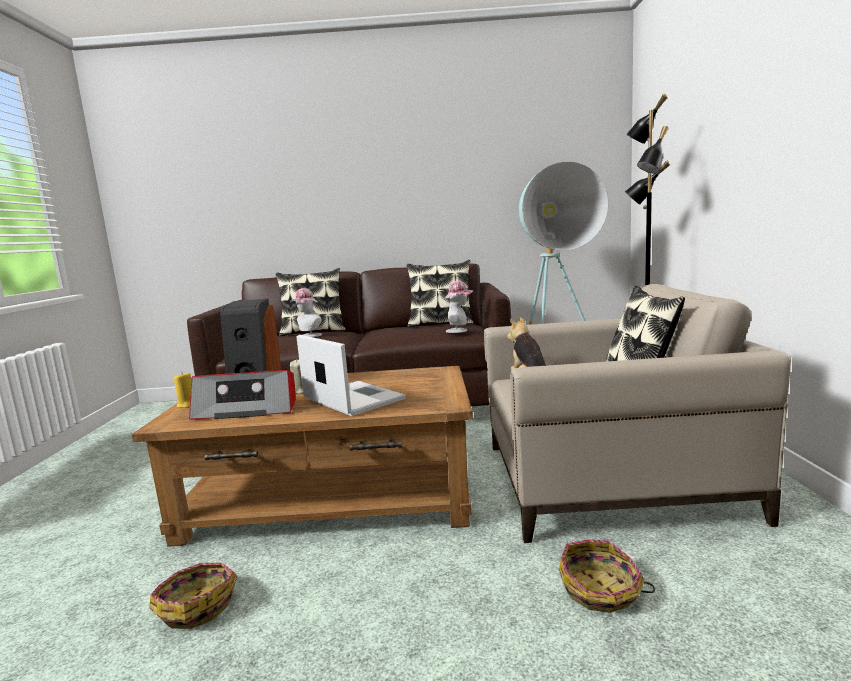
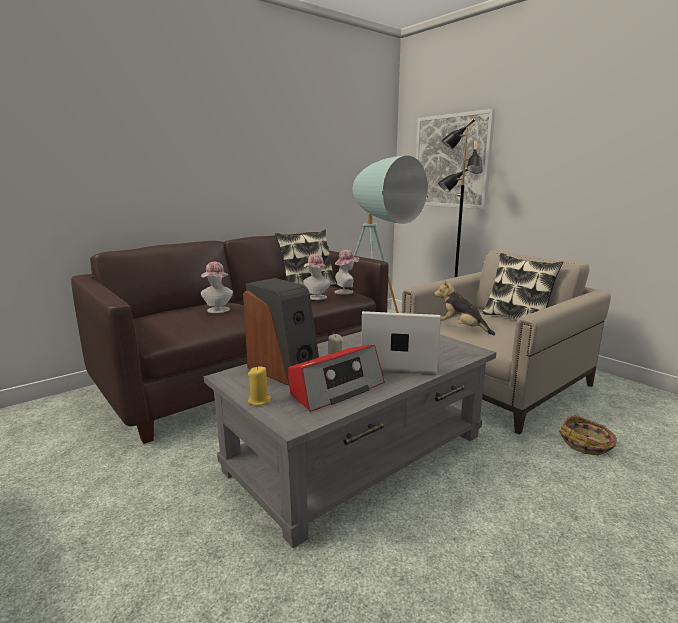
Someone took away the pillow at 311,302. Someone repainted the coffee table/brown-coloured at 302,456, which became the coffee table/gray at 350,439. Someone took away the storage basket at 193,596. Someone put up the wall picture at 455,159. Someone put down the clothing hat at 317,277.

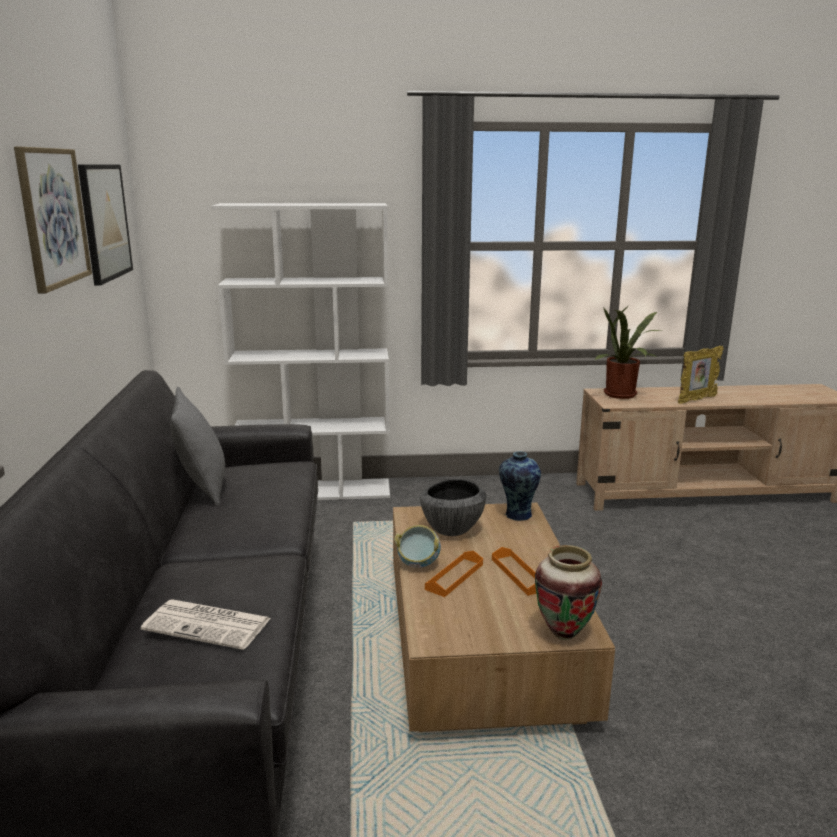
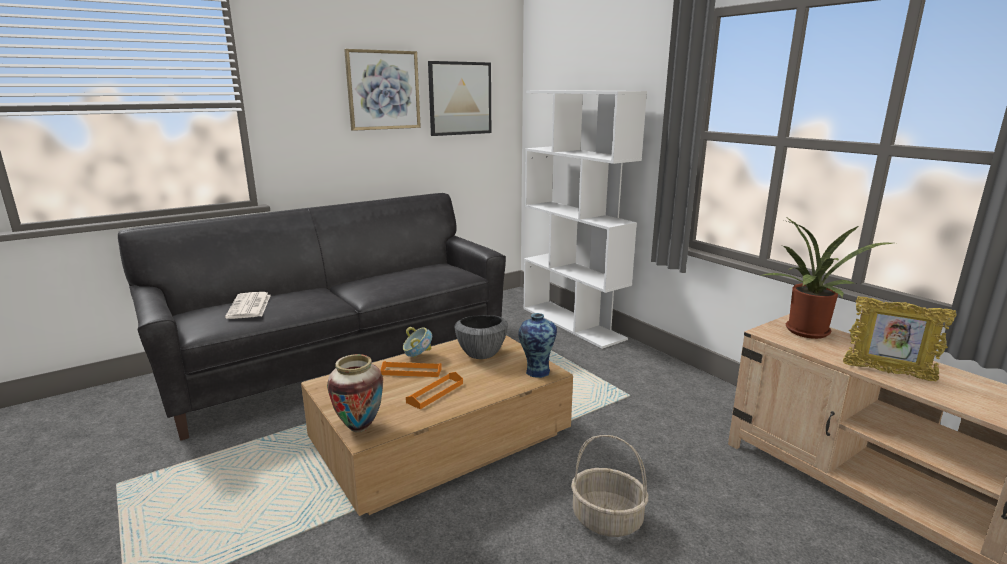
Someone took away the pillow/gray at 197,447. Someone put down the storage basket at 609,486.

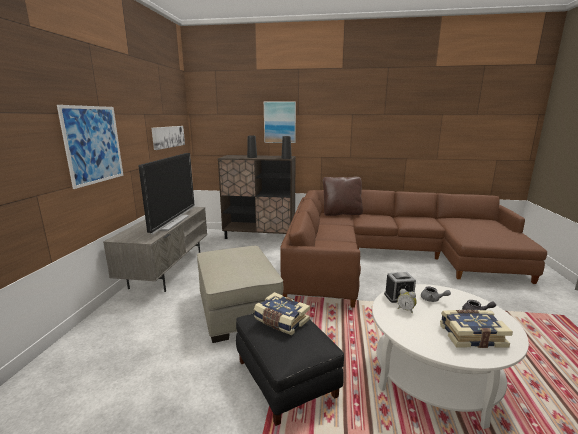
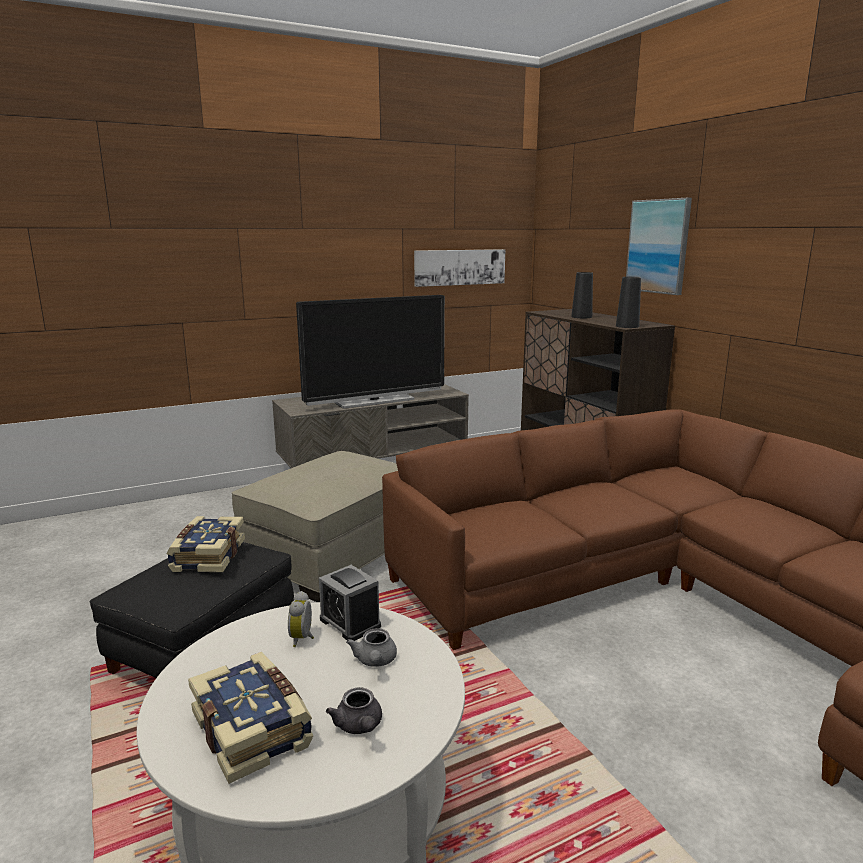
Someone took away the wall picture at 90,147. Someone took away the pillow/brown-coloured at 343,196.

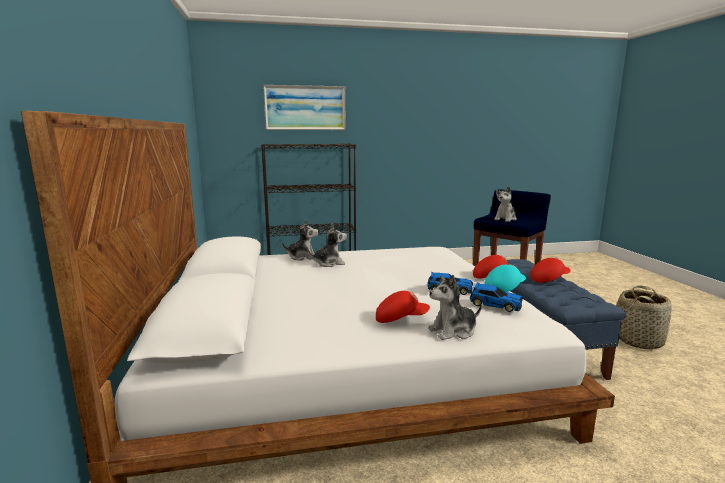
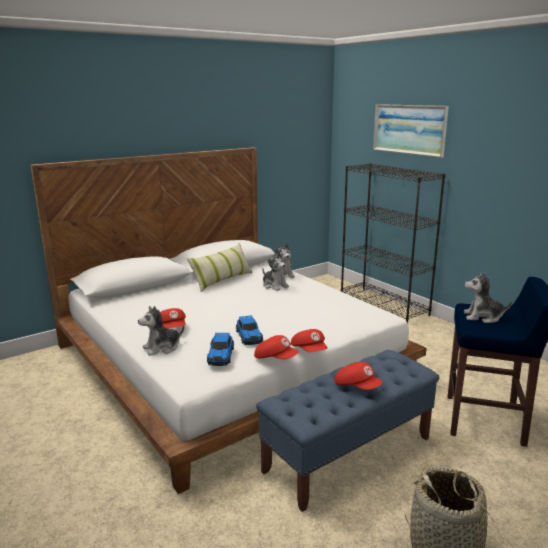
Someone repainted the baseball cap/blue-green at 505,278, which became the baseball cap/red-coloured at 276,347. Someone rotated the plush toy at 455,307 by 75 degrees counterclockwise. Someone put down the pillow at 219,267.

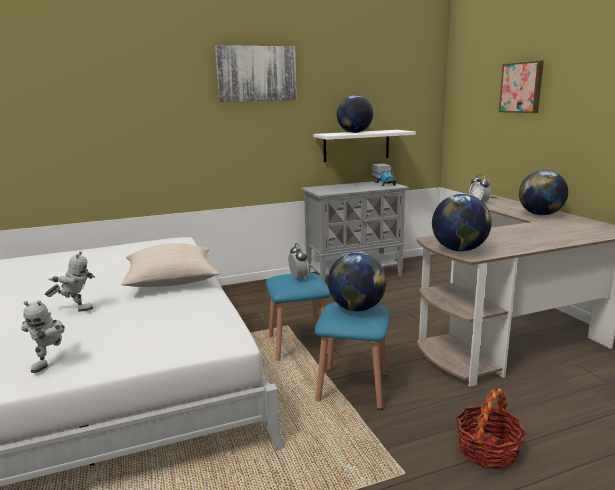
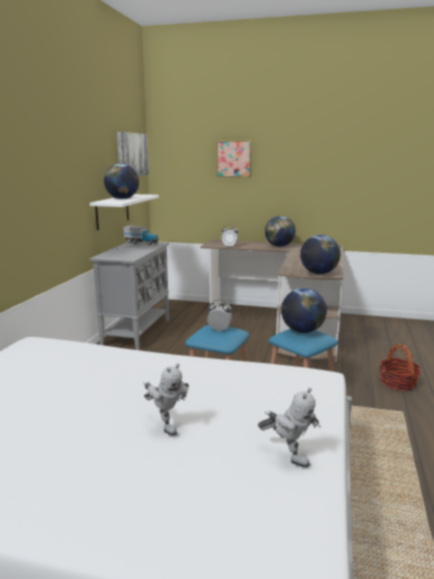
Someone carried the wall picture from 256,73 to 133,154. Someone took away the pillow/beige-coloured at 170,265. Someone rotated the model robot at 70,281 by 105 degrees clockwise.

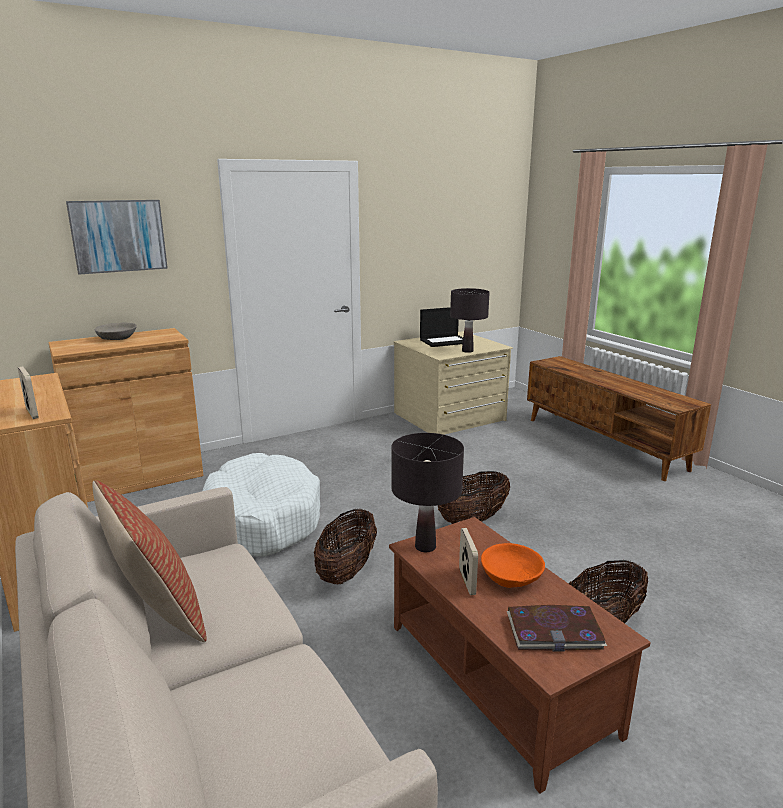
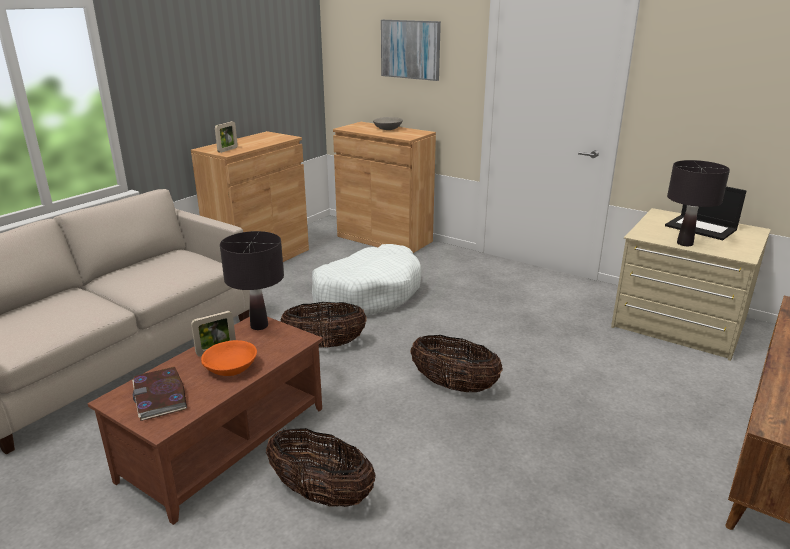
Someone took away the pillow at 149,561.

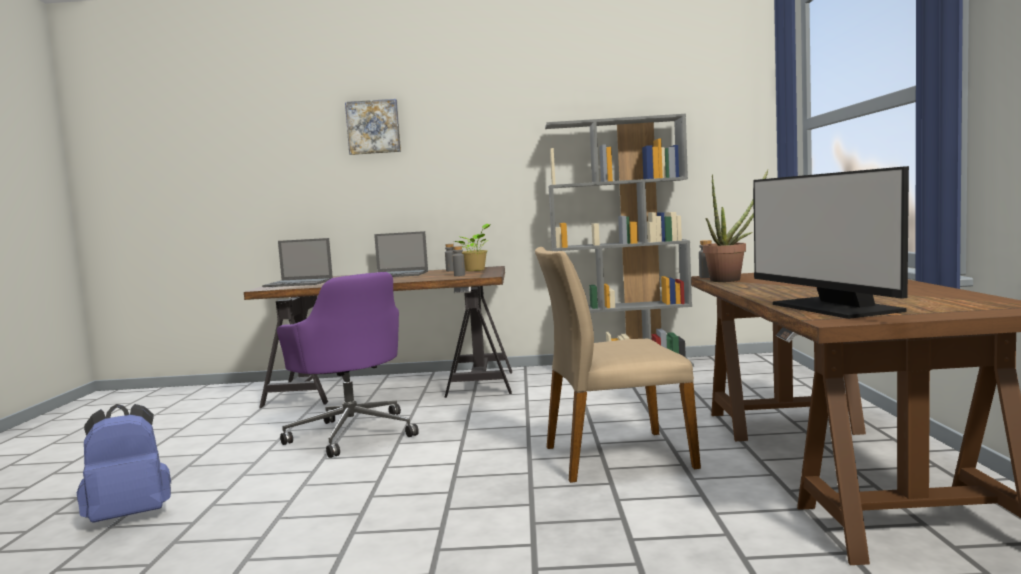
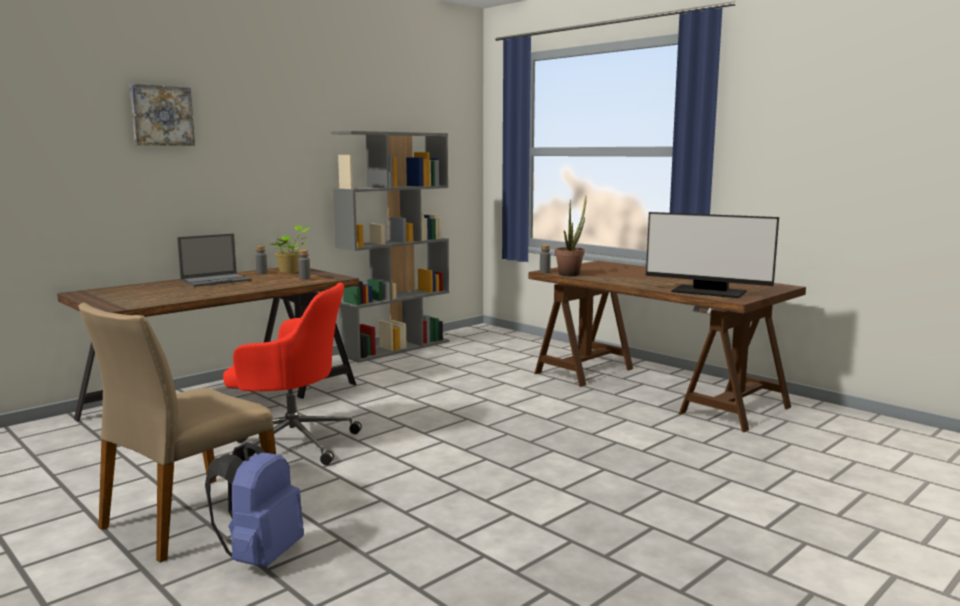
Someone took away the laptop at 297,262. Someone carried the chair/beige-coloured from 618,365 to 177,433. Someone repainted the desk chair/purple at 348,365, which became the desk chair/red-coloured at 292,373.

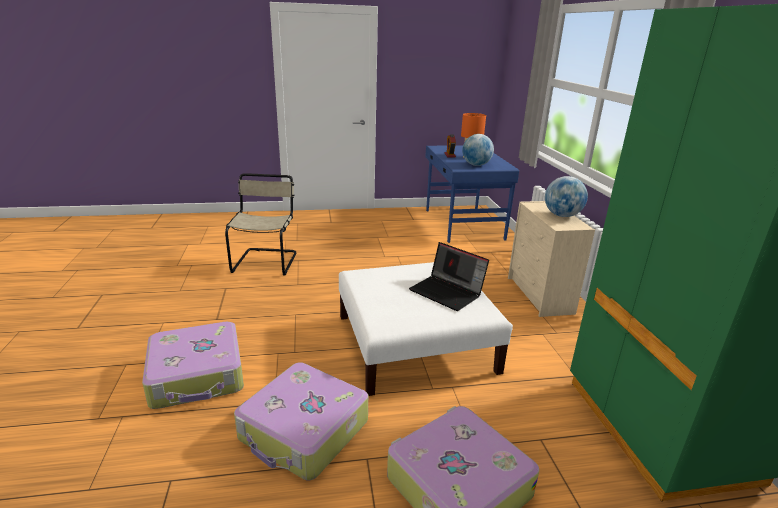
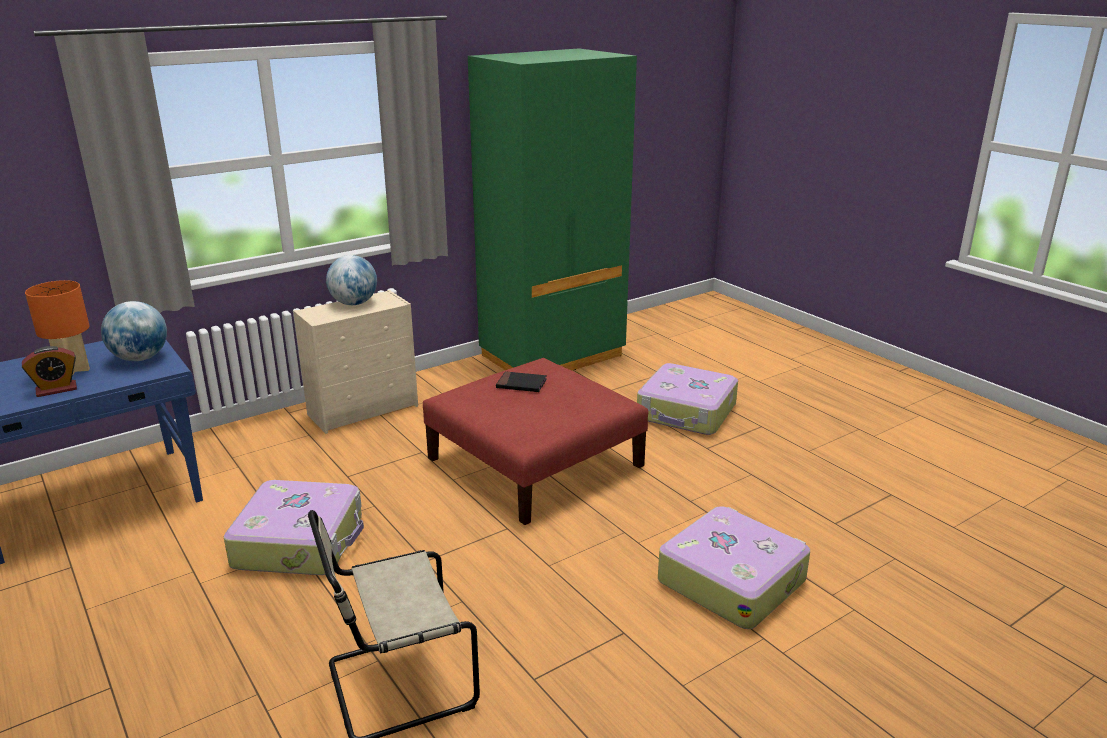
Someone swapped the laptop at 449,276 for the bound book/black at 521,381. Someone repainted the ottoman/white-coloured at 426,329, which became the ottoman/red-coloured at 536,441. Someone carried the piece of luggage from 301,421 to 294,527.

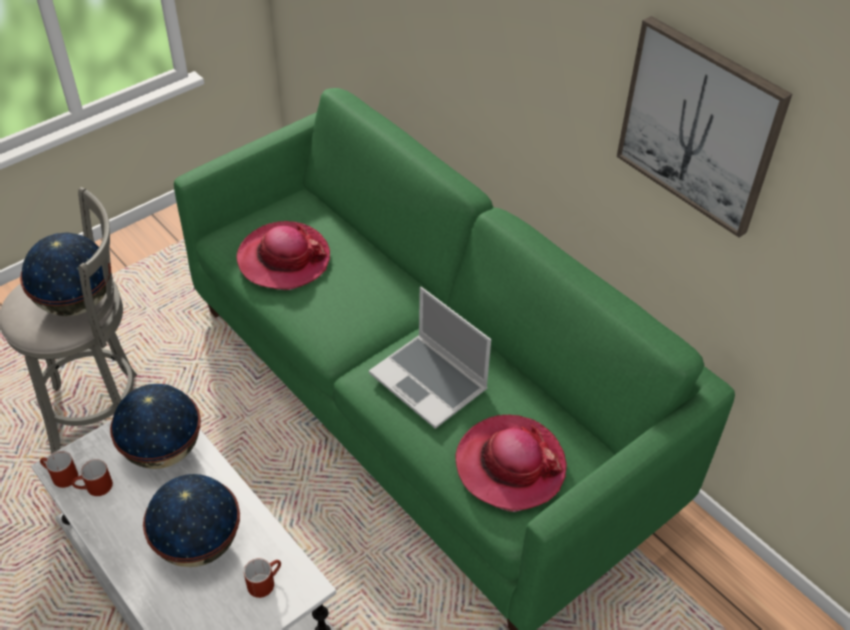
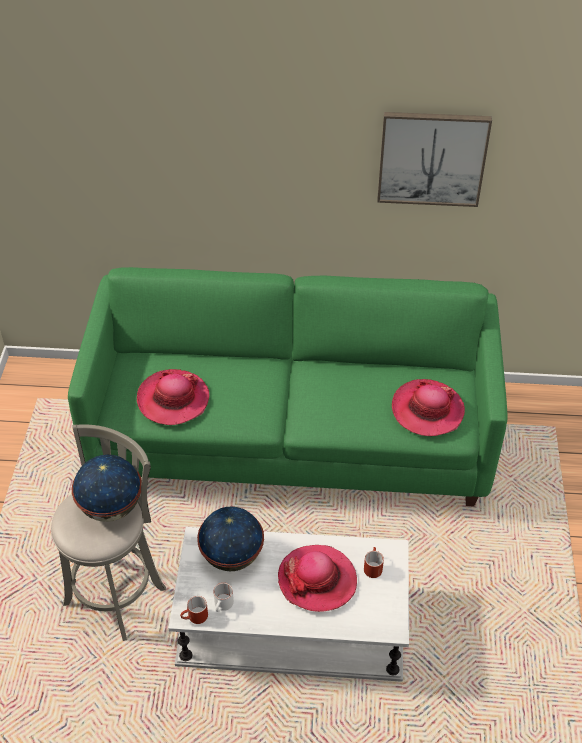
Someone took away the laptop at 430,358. Someone repainted the tea mug/red-coloured at 92,477, which became the tea mug/white-coloured at 223,597. Someone swapped the globe at 191,520 for the clothing hat at 317,578.

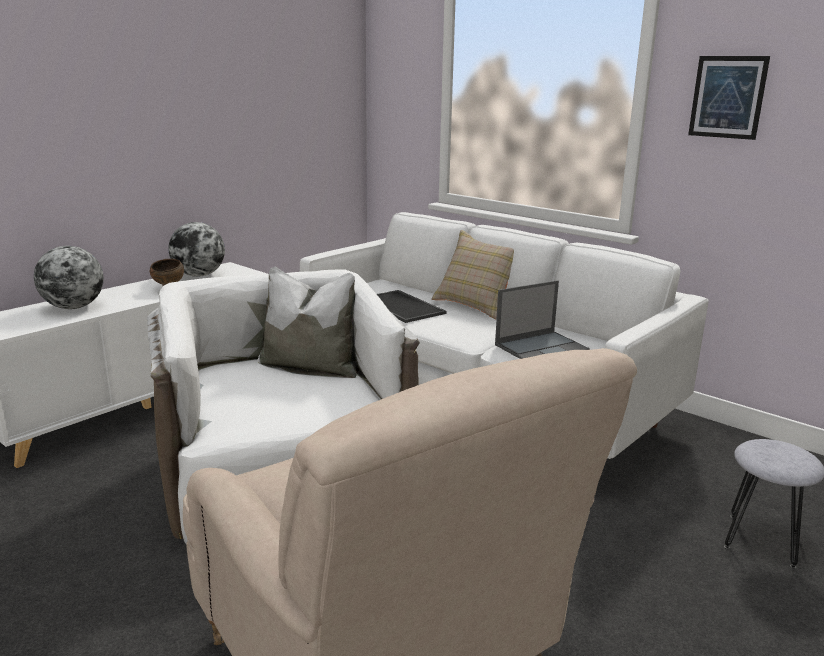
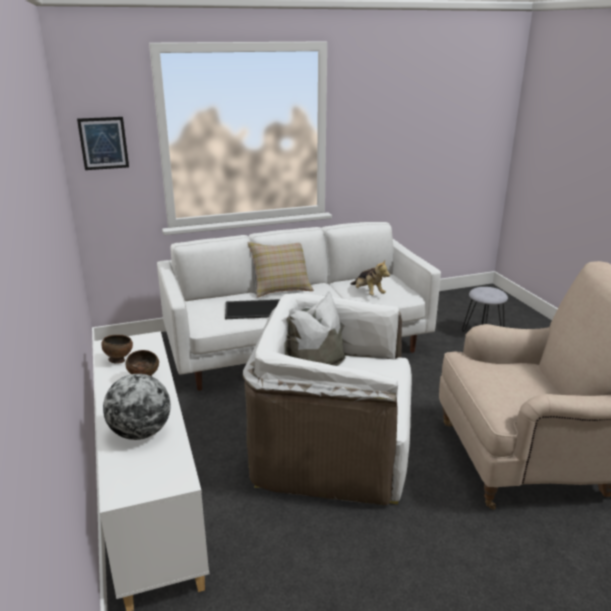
Someone carried the wall picture from 729,98 to 103,143. Someone swapped the globe at 196,249 for the bowl/brown-coloured at 117,349. Someone swapped the laptop at 542,319 for the plush toy at 370,277.

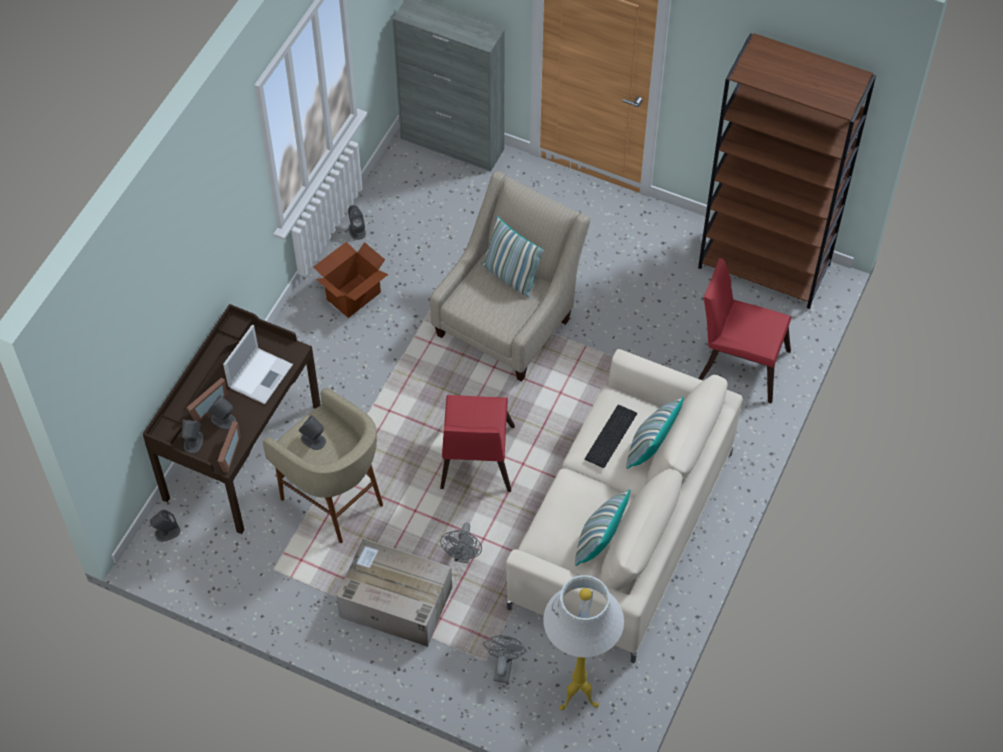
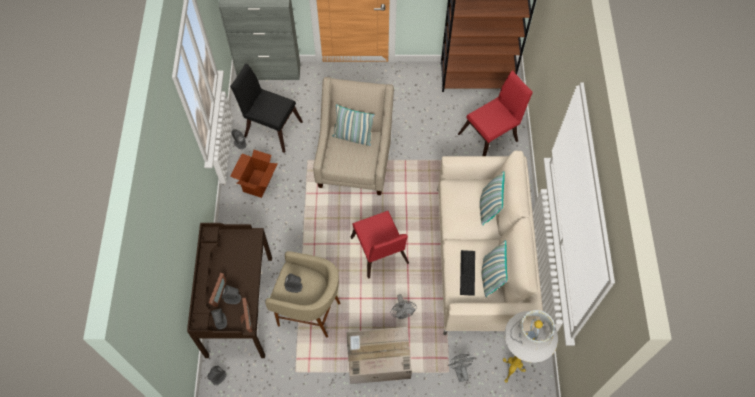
Someone rotated the chair/red-coloured at 744,331 by 150 degrees clockwise. Someone took away the laptop at 258,364. Someone carried the PC keyboard from 611,436 to 467,273. Someone put down the chair/black at 266,108.

